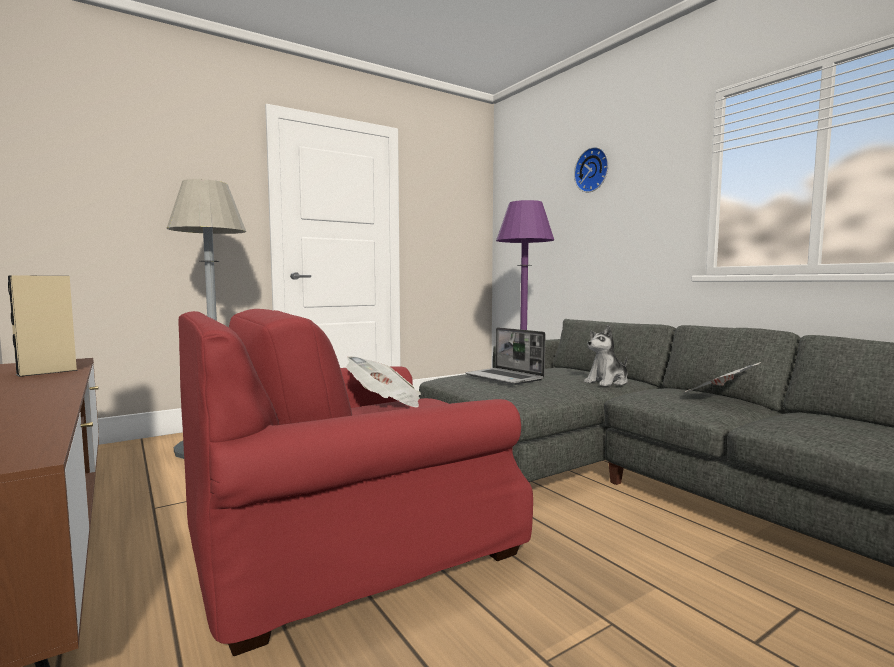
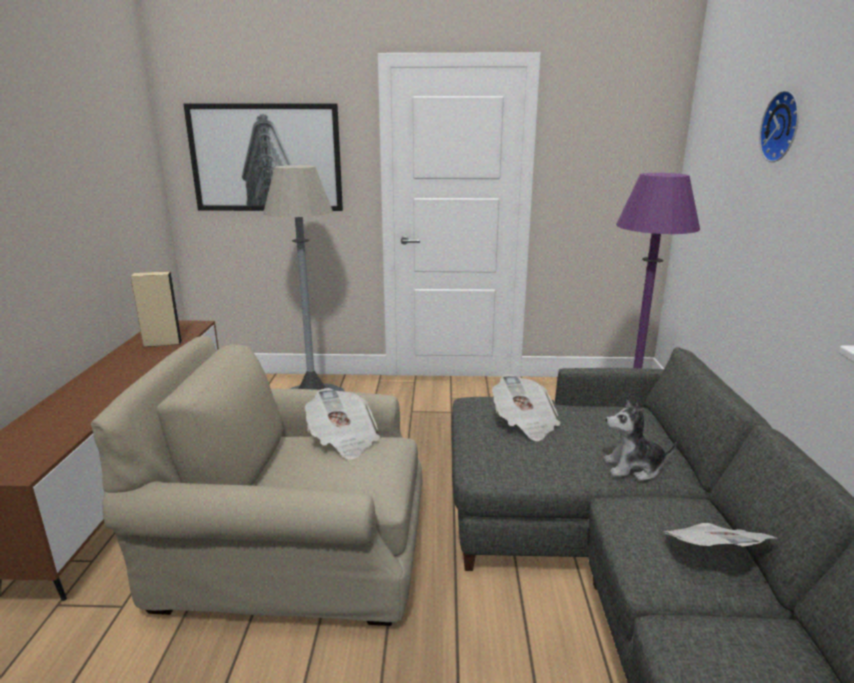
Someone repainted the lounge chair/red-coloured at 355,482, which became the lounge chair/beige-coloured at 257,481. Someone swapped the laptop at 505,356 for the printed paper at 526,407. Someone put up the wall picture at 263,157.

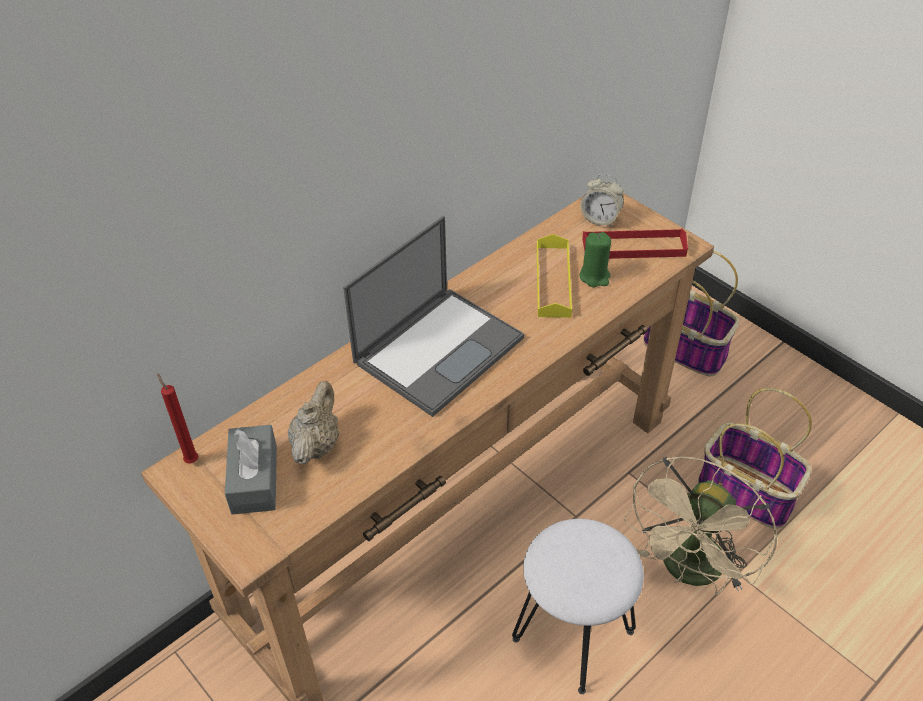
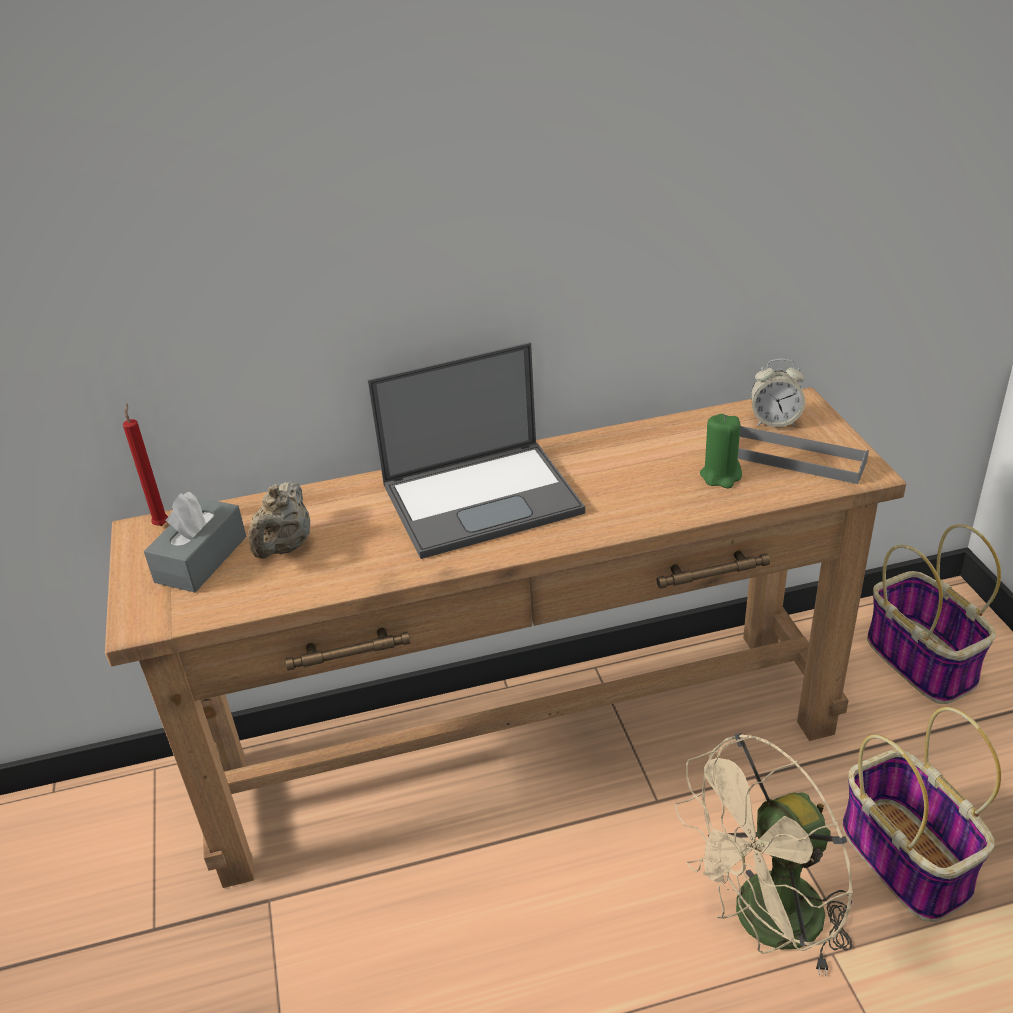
Someone rotated the alarm clock at 602,200 by 45 degrees counterclockwise. Someone repainted the tray/red-coloured at 635,243, which became the tray/gray at 803,455. Someone took away the tray/yellow at 554,276. Someone rotated the teapot/beige-coloured at 314,423 by 150 degrees clockwise. Someone took away the sitting stool/white-coloured at 578,606.

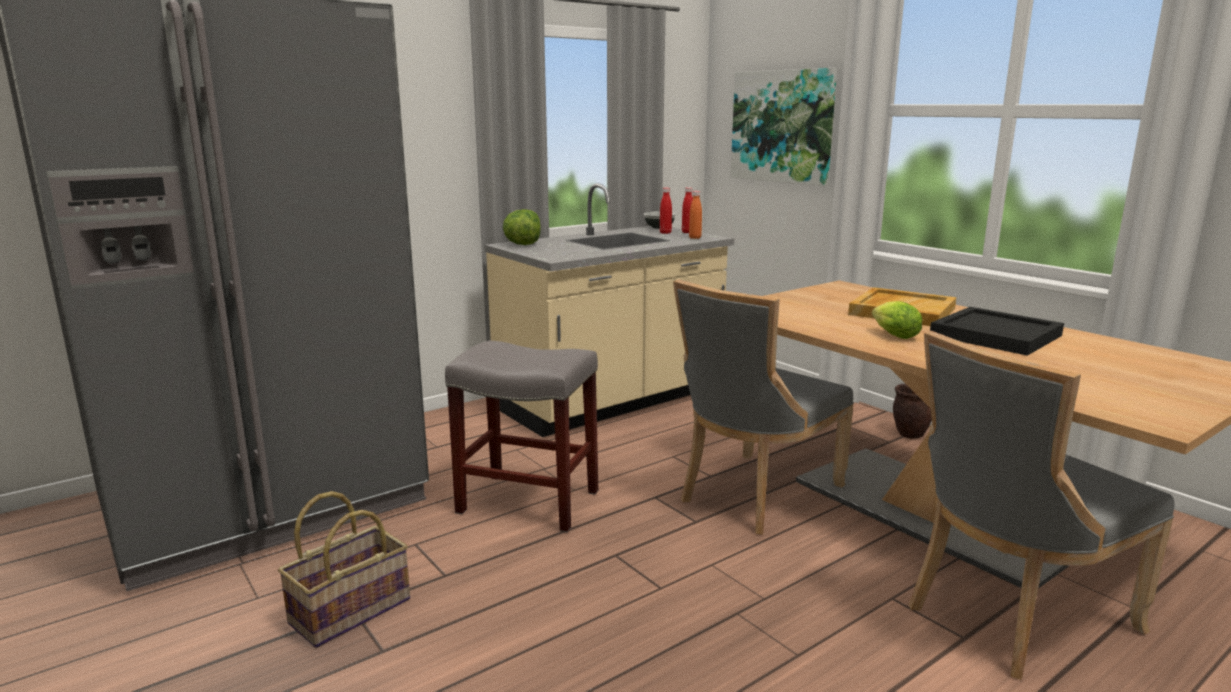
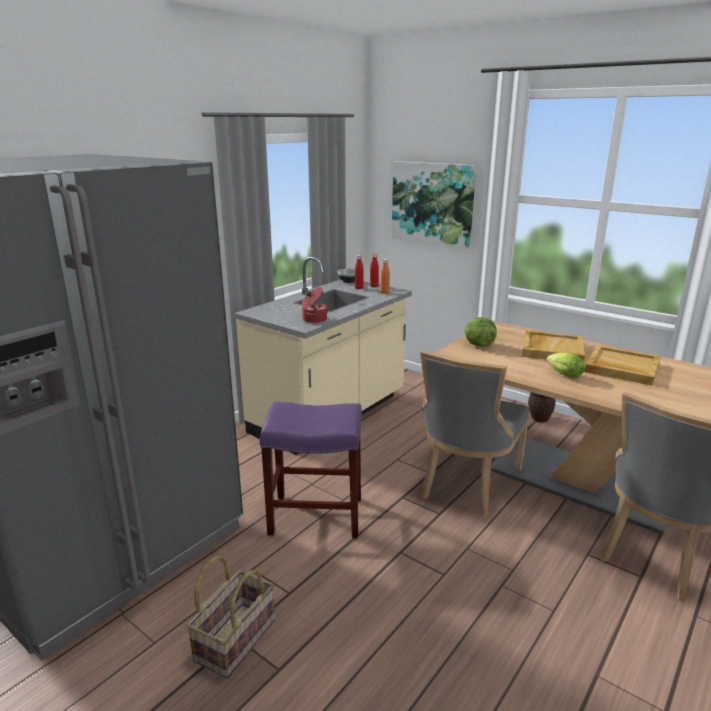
Someone carried the lettuce head from 522,227 to 481,331. Someone repainted the tray/black at 997,331, which became the tray/beige-coloured at 622,365. Someone repainted the sitting stool/gray at 521,436, which became the sitting stool/purple at 311,470. Someone put down the stockpot at 315,305.

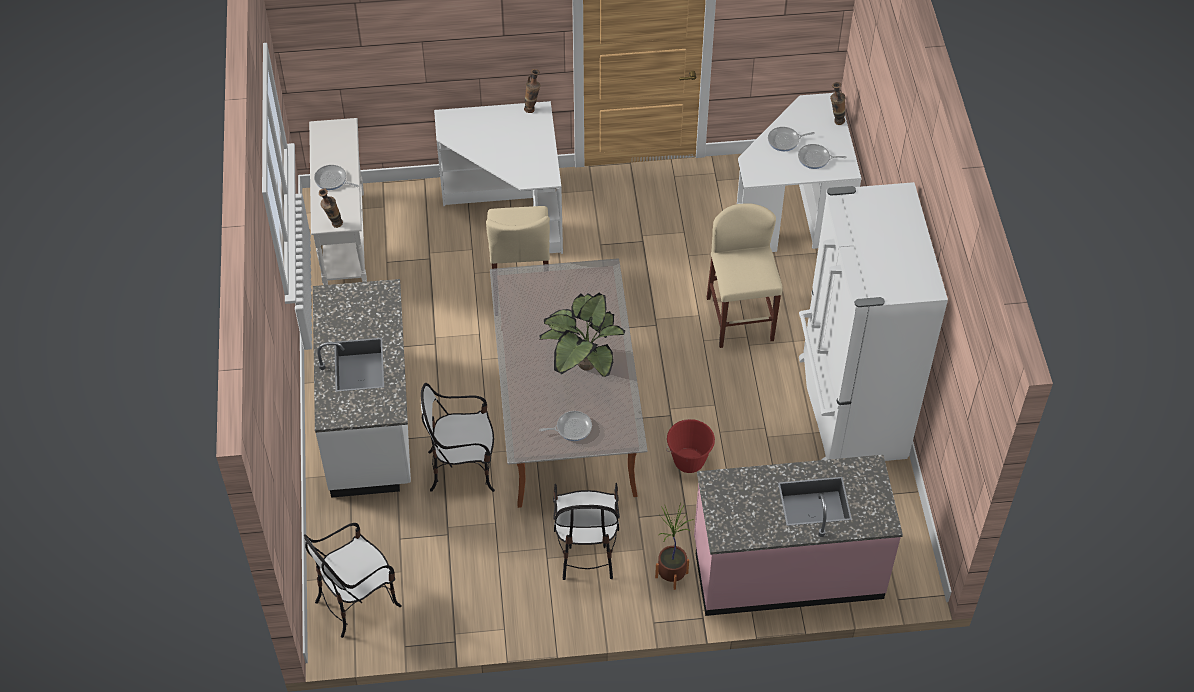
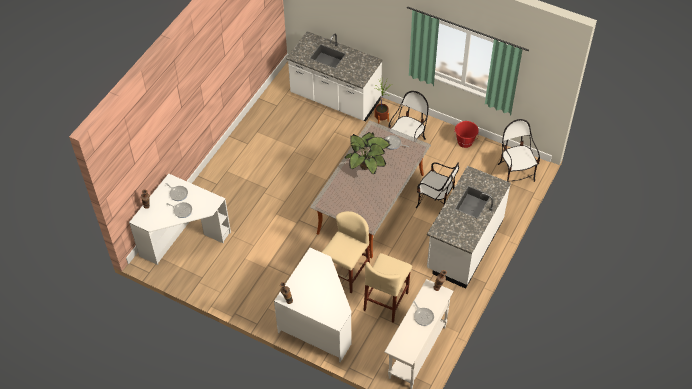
Someone took away the fridge/white-coloured at 873,321. Someone carried the sitting stool/beige-coloured from 744,275 to 387,288. Someone carried the water bucket/red-coloured from 690,446 to 466,134. Someone repainted the kitchen base unit/pink-coloured at 798,535, which became the kitchen base unit/white-coloured at 334,76. Someone rotated the chair at 353,580 by 105 degrees counterclockwise.

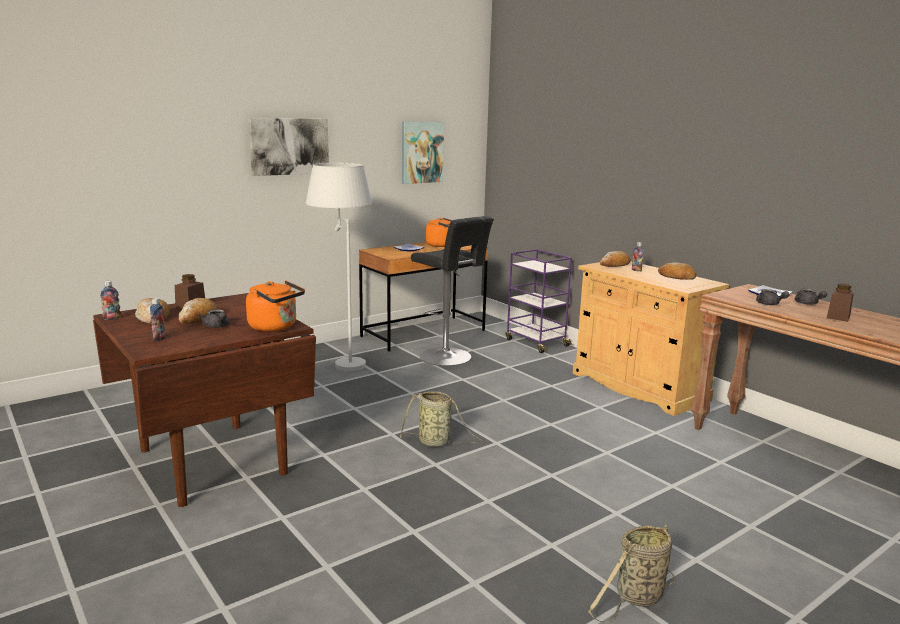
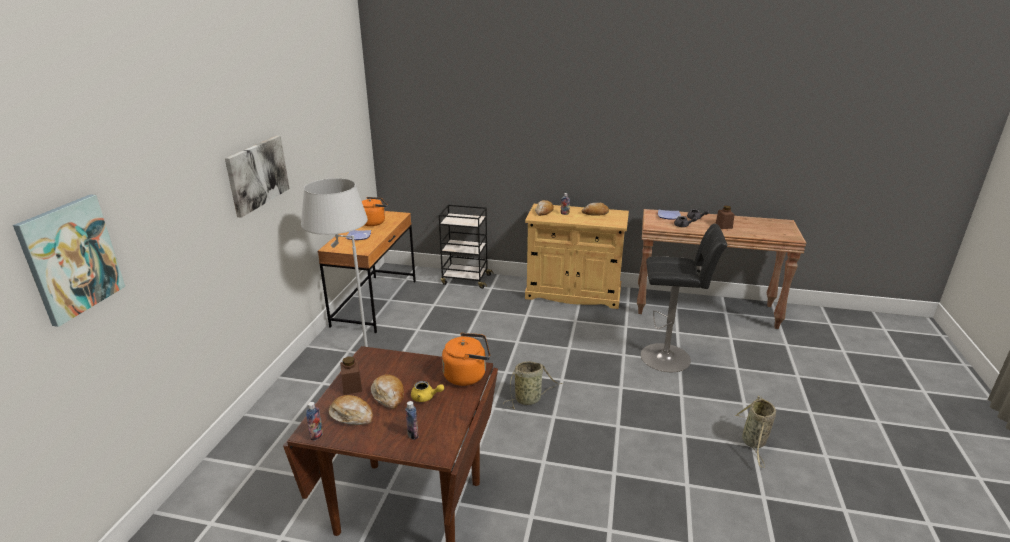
Someone carried the wall picture from 423,153 to 69,260. Someone carried the sitting stool/black from 452,291 to 684,298. Someone repainted the wheeled cart/purple at 539,301, which became the wheeled cart/black at 466,247. Someone repainted the teapot/gray at 214,318, which became the teapot/yellow at 427,391.

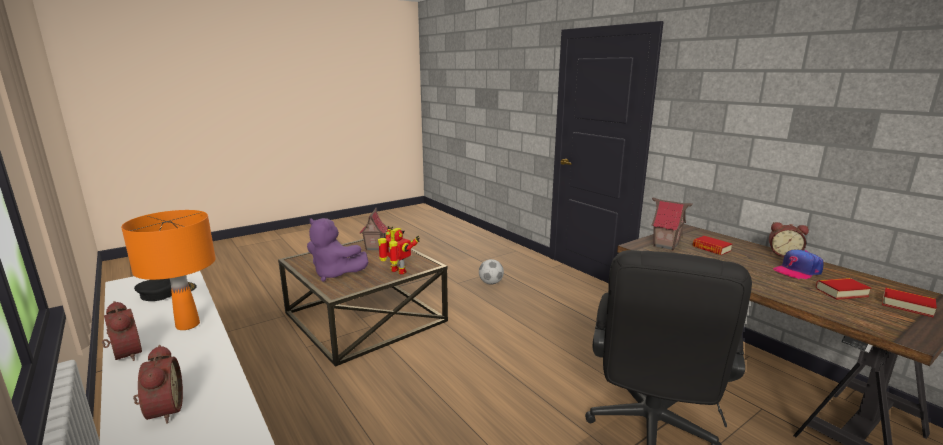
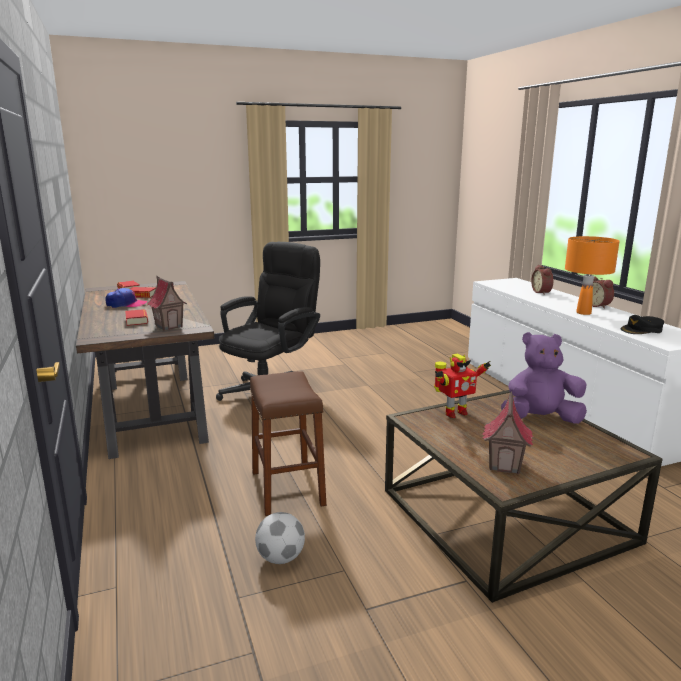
Someone rotated the plush toy/purple at 337,250 by 45 degrees counterclockwise. Someone took away the alarm clock at 789,239. Someone rotated the model robot at 399,250 by 75 degrees counterclockwise. Someone put down the sitting stool/brown-coloured at 288,443.

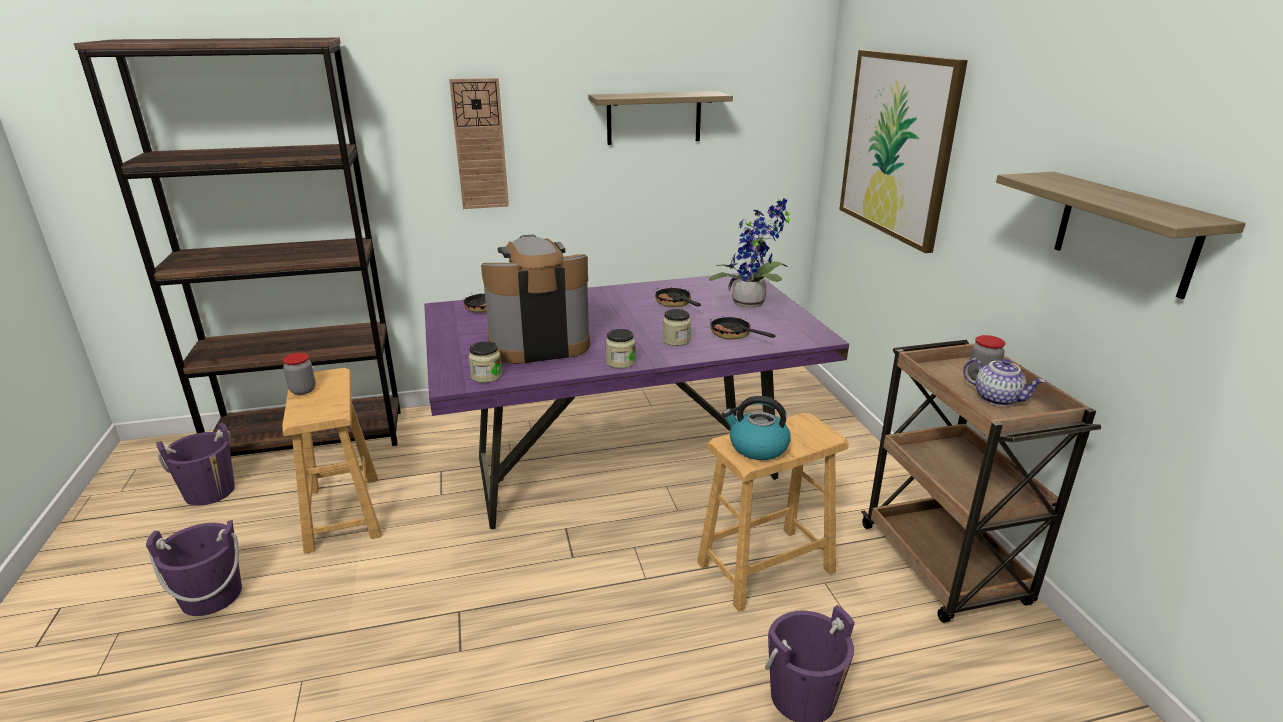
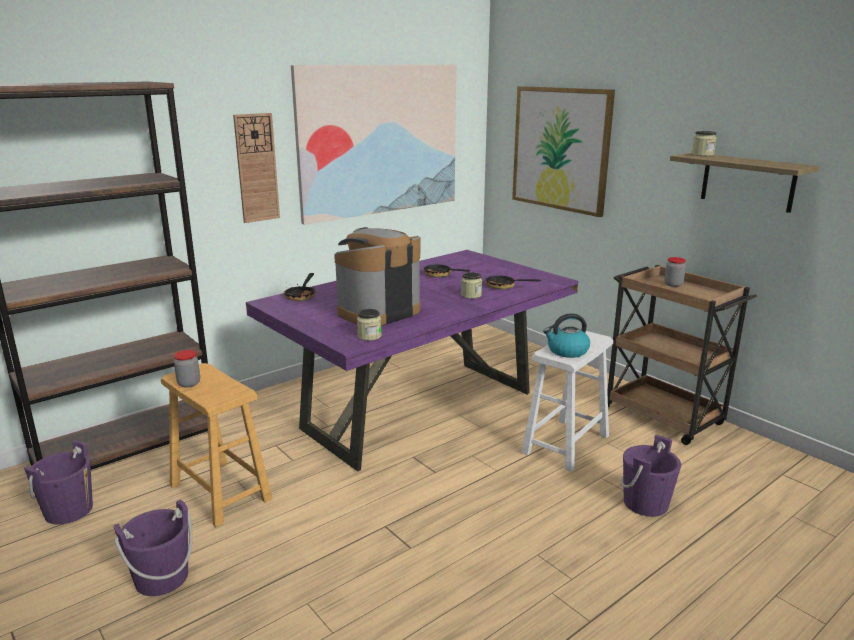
Someone swapped the wall shelf at 660,118 for the wall picture at 373,145. Someone took away the houseplant at 749,252. Someone carried the storage jar from 620,349 to 704,143. Someone took away the teapot at 1004,382. Someone repainted the sitting stool/brown-coloured at 773,512, which became the sitting stool/white-coloured at 567,400.

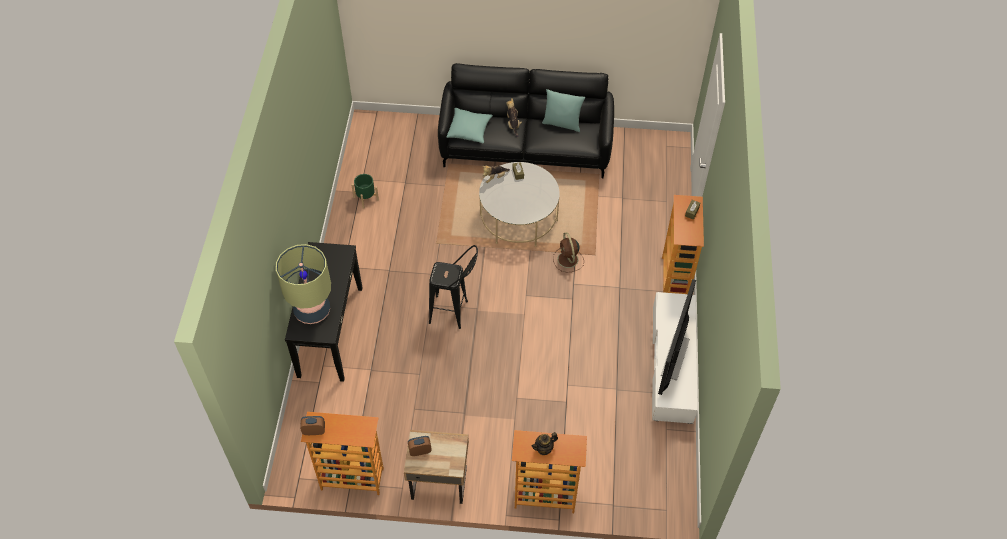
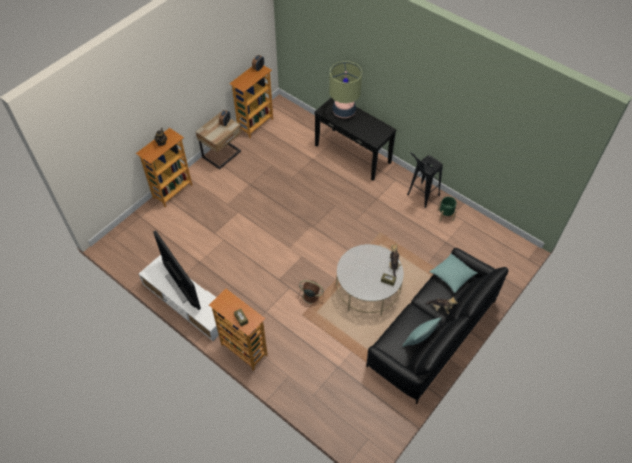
Someone carried the sitting stool/black from 453,287 to 425,180.

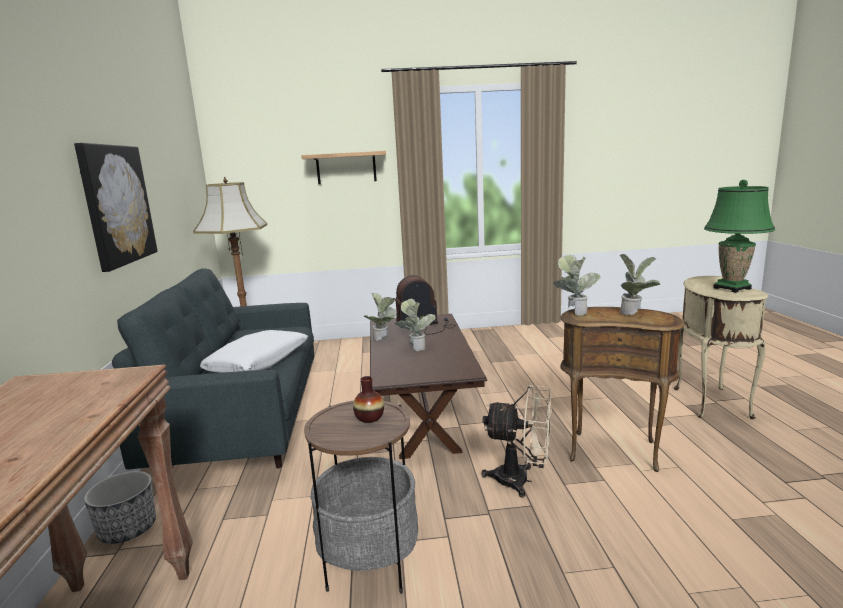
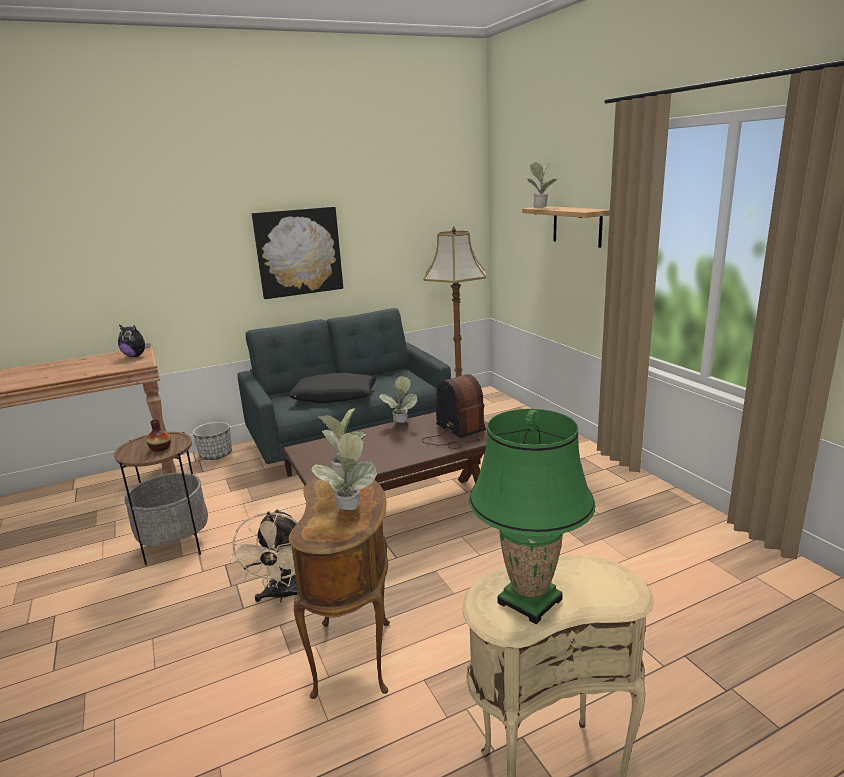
Someone carried the houseplant from 415,325 to 542,185. Someone repainted the pillow/white-coloured at 254,351, which became the pillow/black at 332,388. Someone put down the plush toy at 134,340.

